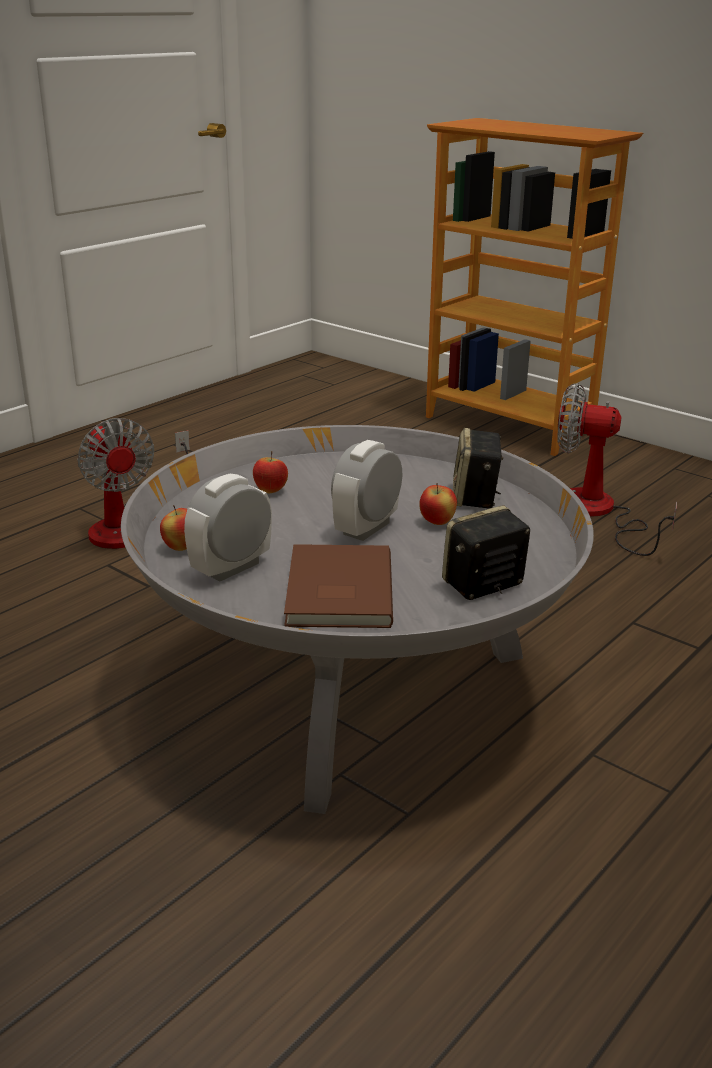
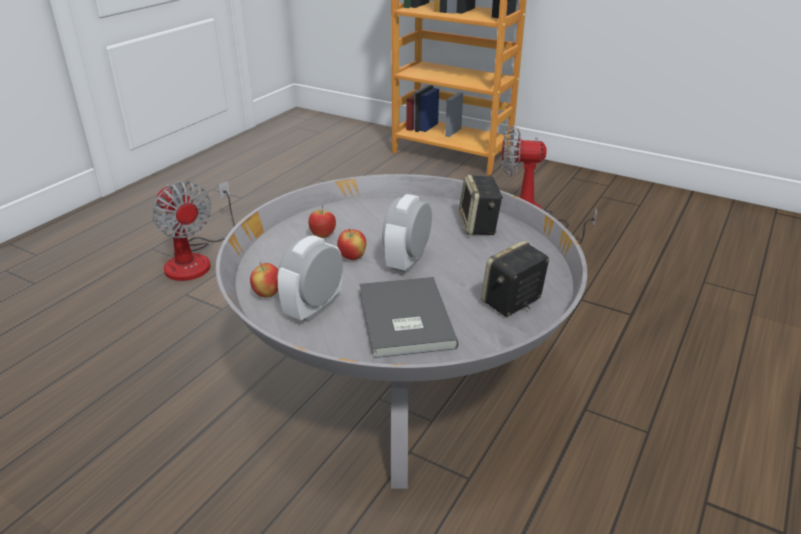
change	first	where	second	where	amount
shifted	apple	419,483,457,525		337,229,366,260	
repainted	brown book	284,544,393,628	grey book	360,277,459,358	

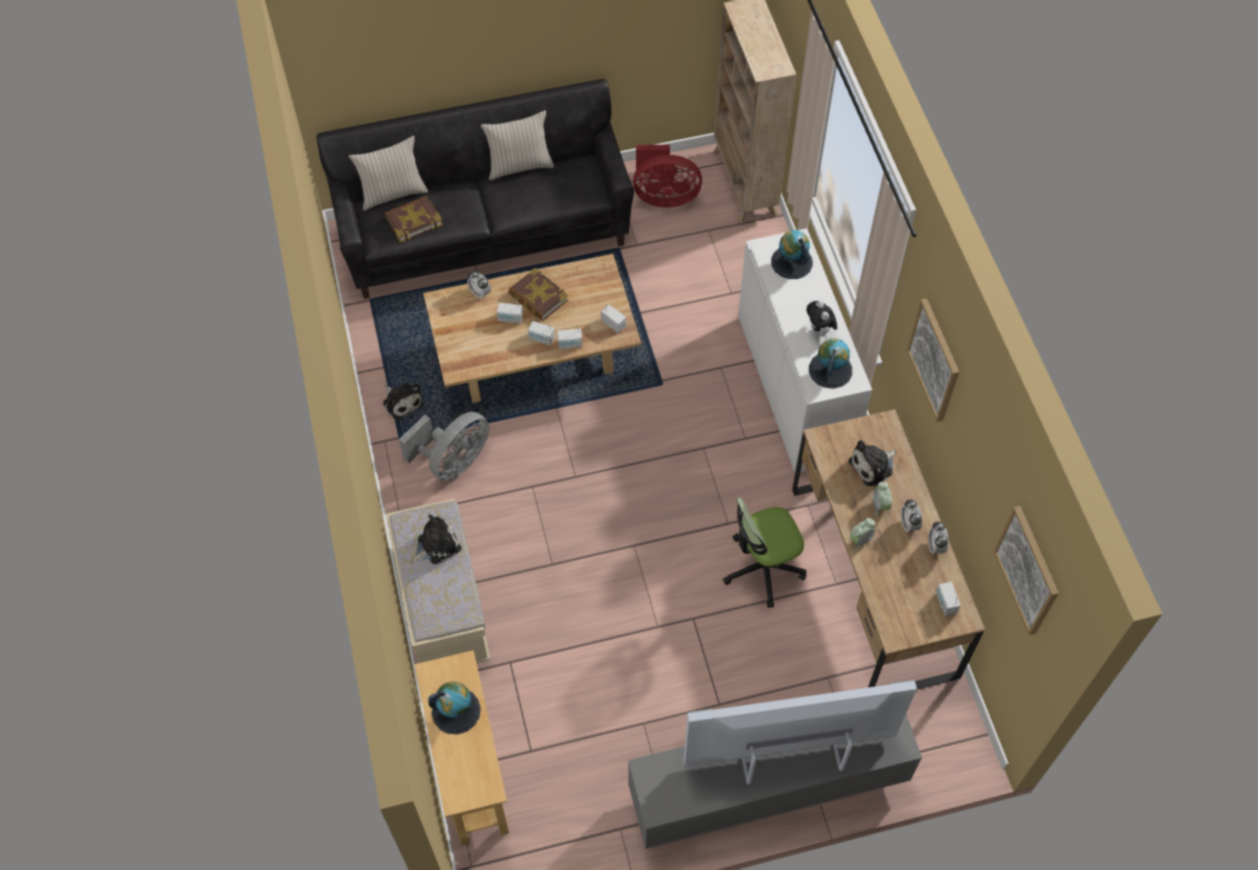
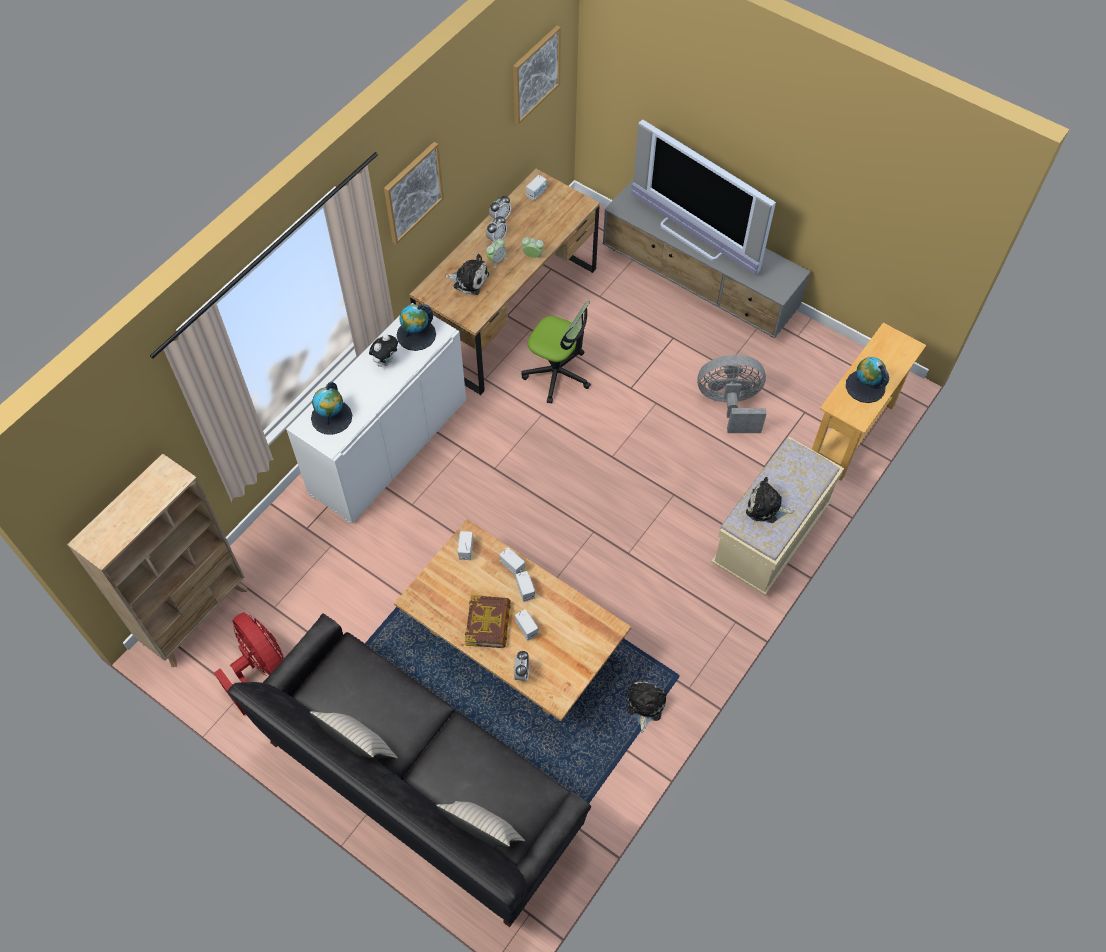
change	first	where	second	where	amount
gone	book	385,196,443,243			
shifted	grey fan	399,412,489,481		697,355,767,433	

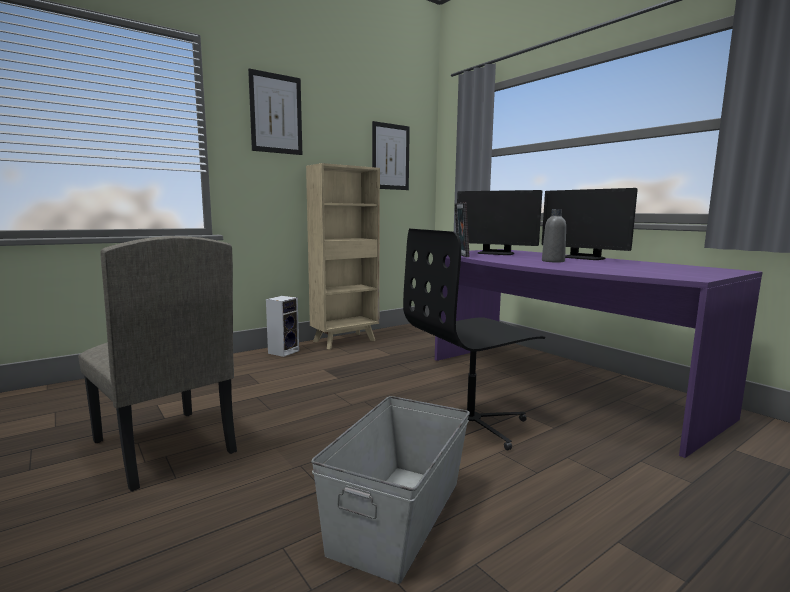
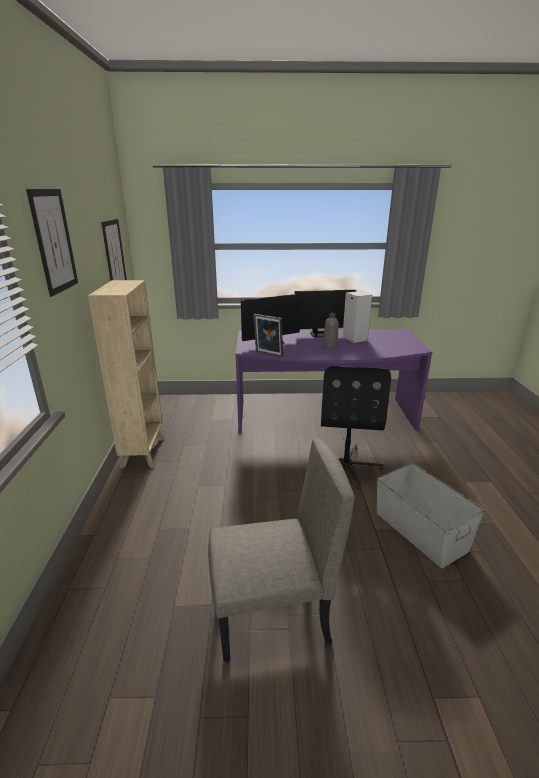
change	first	where	second	where	amount
shifted	speaker	266,296,299,357		342,291,372,343	

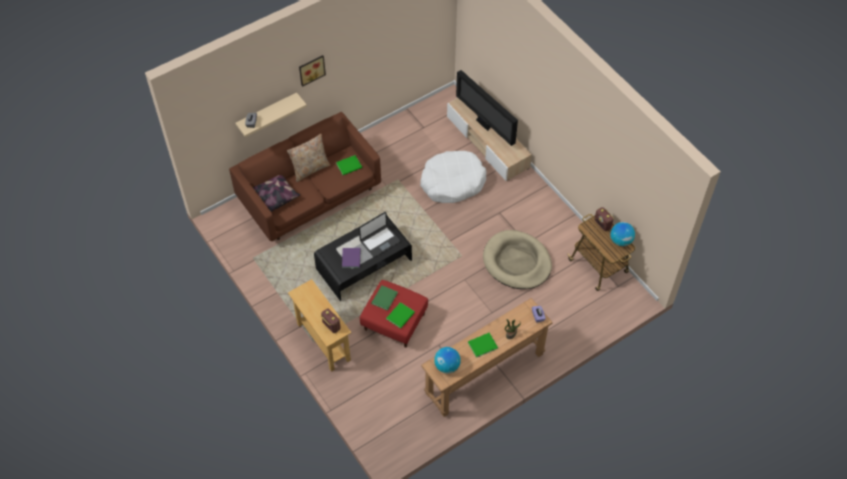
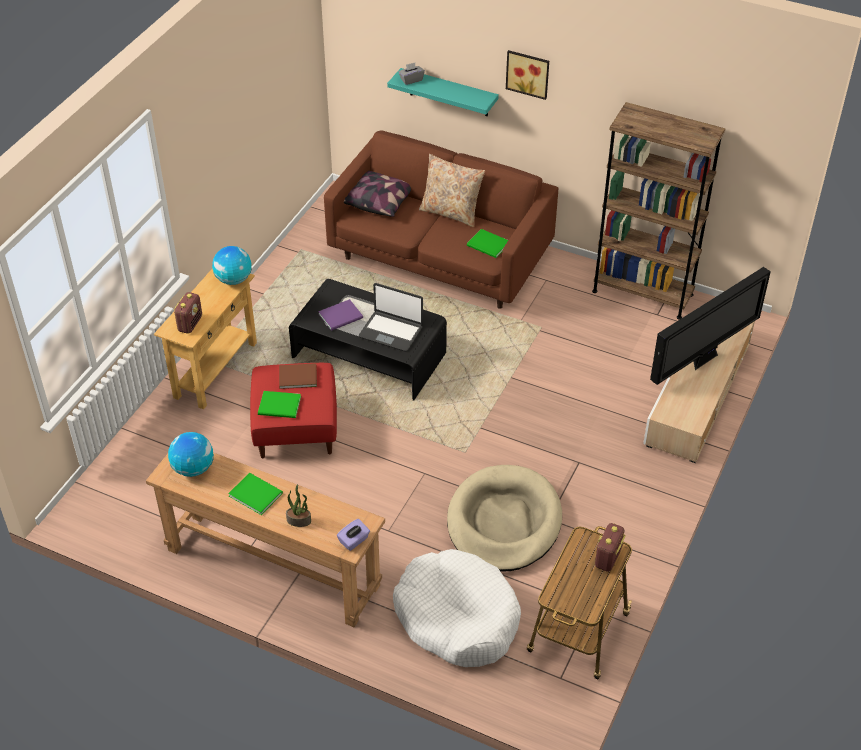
change	first	where	second	where	amount
new			brown bookcase	592,102,725,320	
shifted	white dog bed	420,151,487,203		393,549,521,667	
shifted	globe	610,222,635,246		212,246,252,285	
repainted	beige shelf	236,92,307,137	turquoise shelf	387,68,499,116	
repainted	green book	371,285,398,311	brown book	279,363,317,389	
rotated	television	456,70,518,146		650,267,771,385	150 degrees counterclockwise

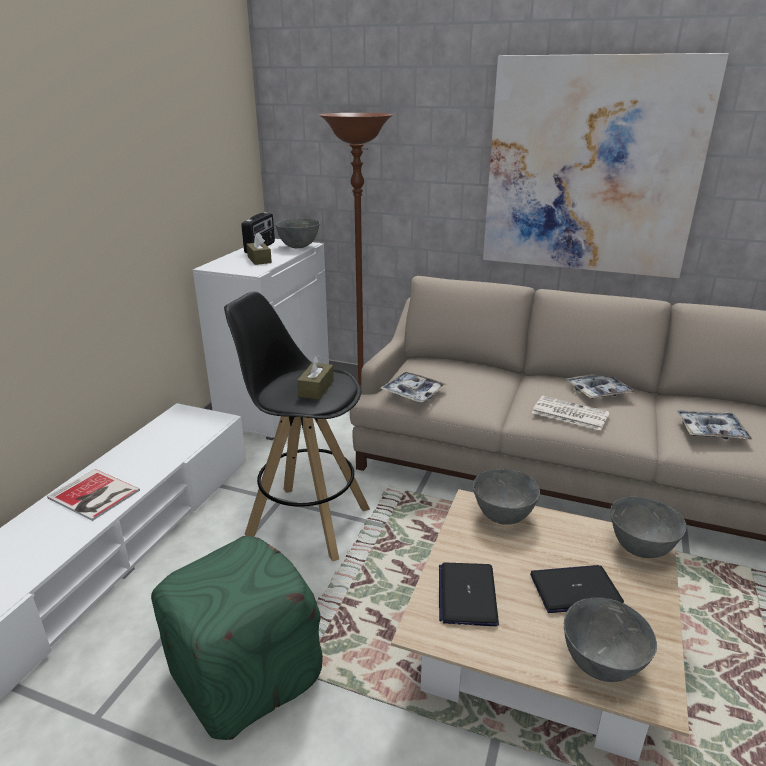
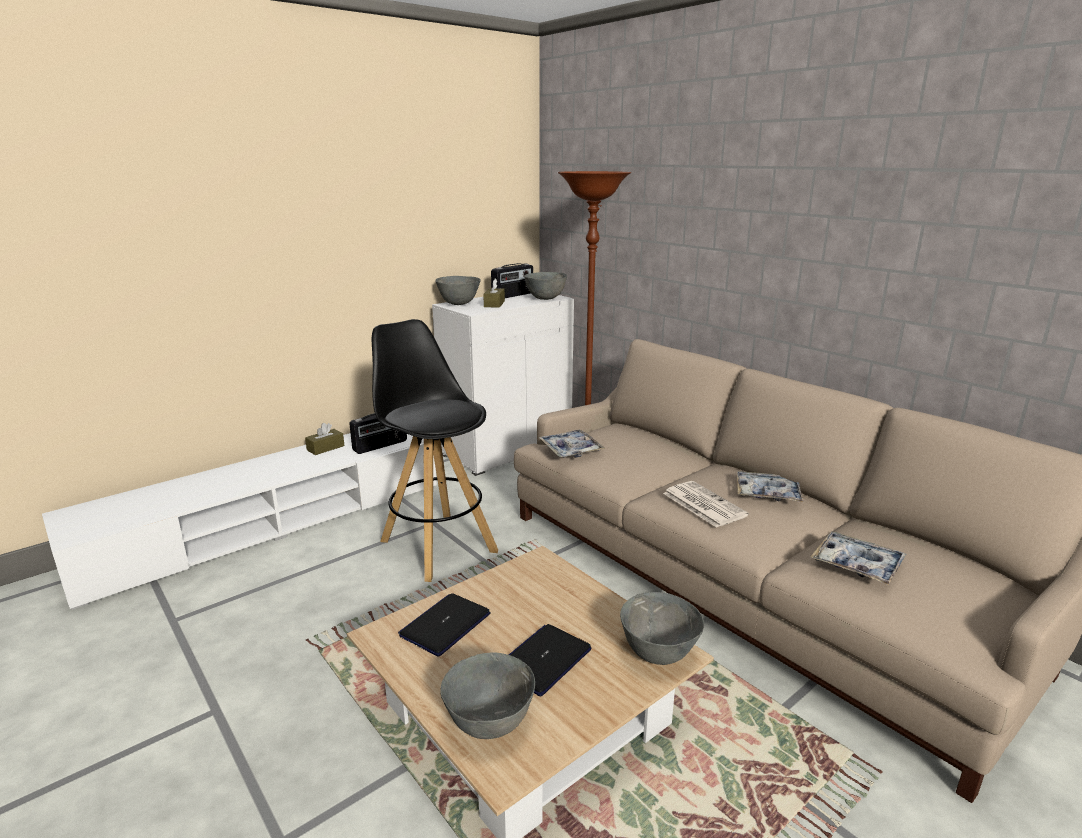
change	first	where	second	where	amount
gone	book	47,469,140,521			
gone	green ottoman	151,536,323,740			
gone	picture	483,53,729,278			
new			radio	349,413,407,454	
shifted	brown tissue box	297,355,334,400		305,423,345,455	
shifted	grey bowl	473,469,540,525		435,276,481,305	
rotated	laptop	530,565,624,613		509,624,592,696	75 degrees counterclockwise

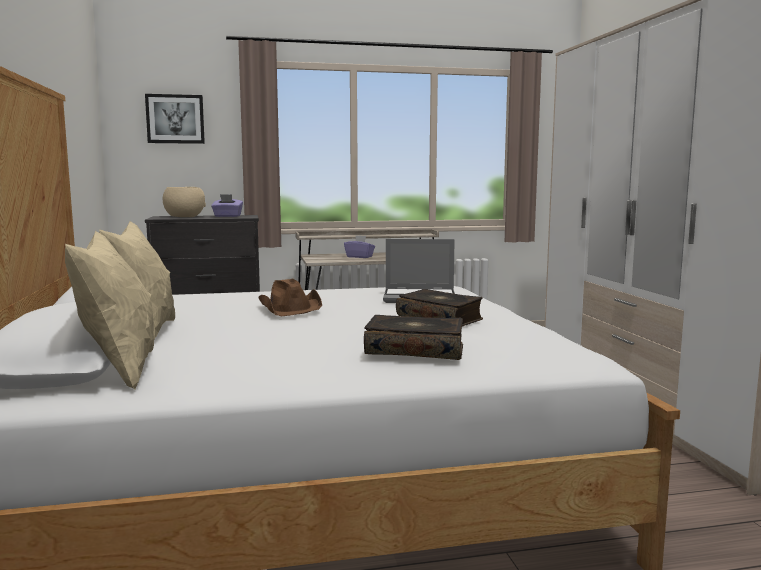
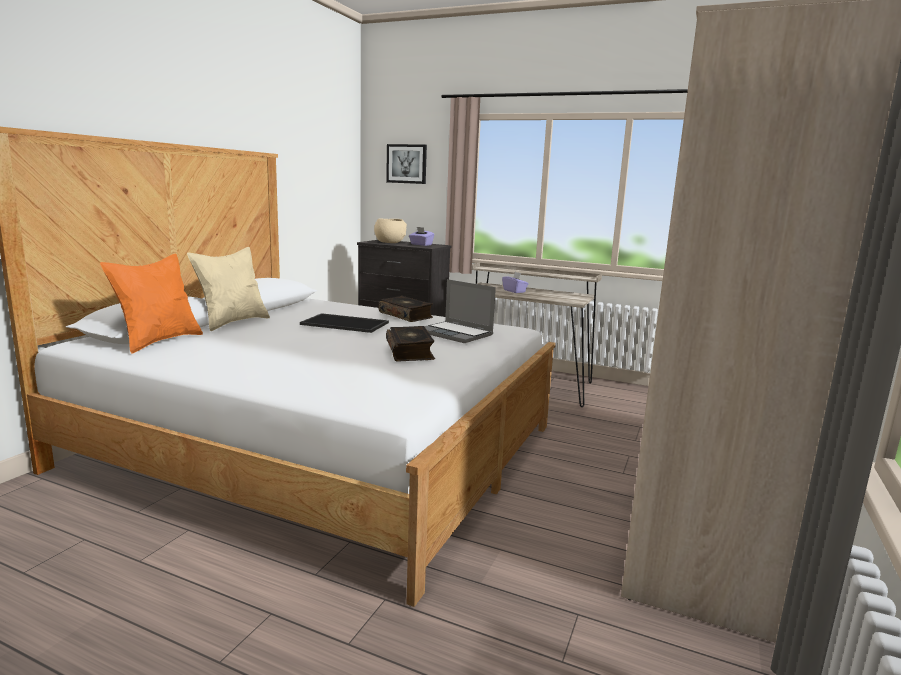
change	first	where	second	where	amount
shifted	book	364,315,463,360		378,296,433,322	
swapped	brown hat	258,279,322,316	tray	300,313,389,333	
repainted	beige pillow	65,231,154,390	orange pillow	100,254,203,354	

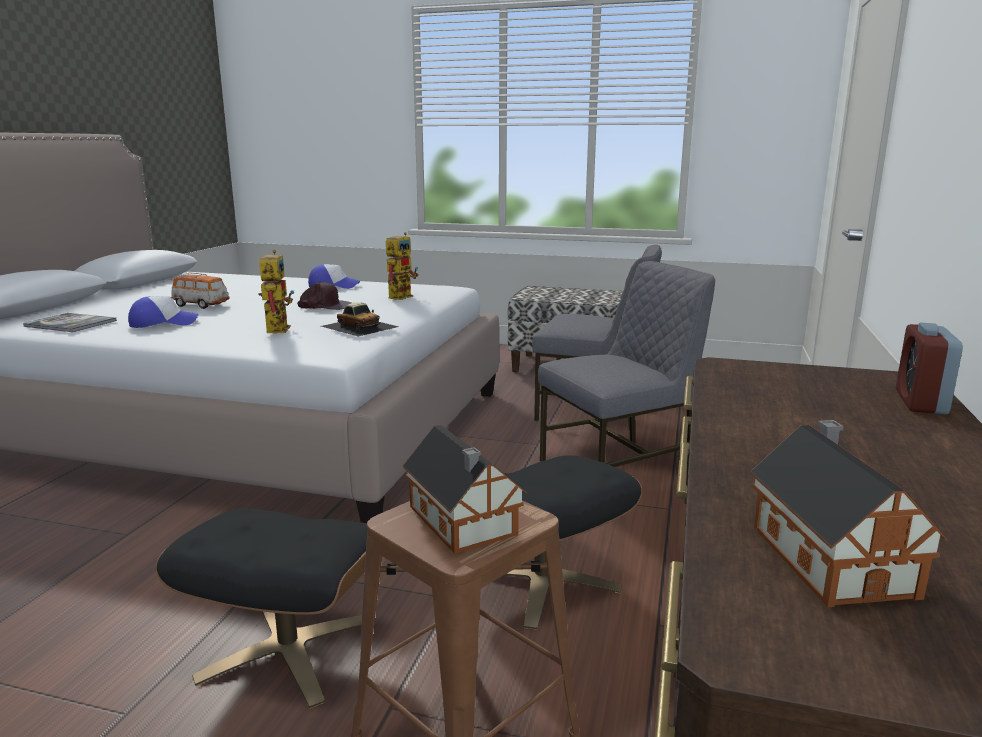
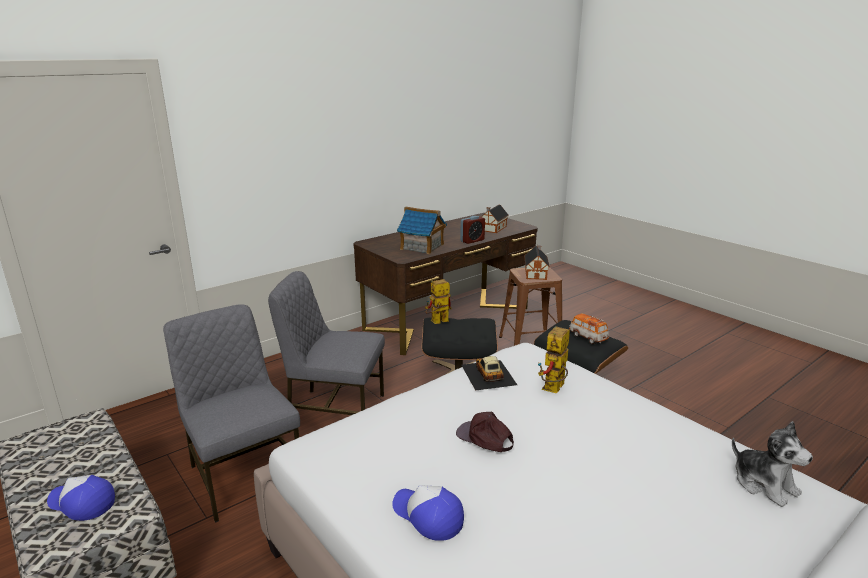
change	first	where	second	where	amount
new			toy house	397,207,447,254	
shifted	cap	128,296,199,328		47,475,115,521	
shifted	toy car	171,272,229,309		569,314,609,345	
shifted	toy robot	386,232,419,300		425,279,452,324	
shifted	alarm clock	896,322,963,415		460,216,485,244	
swapped	book	23,313,117,332	plush toy	732,421,813,507	

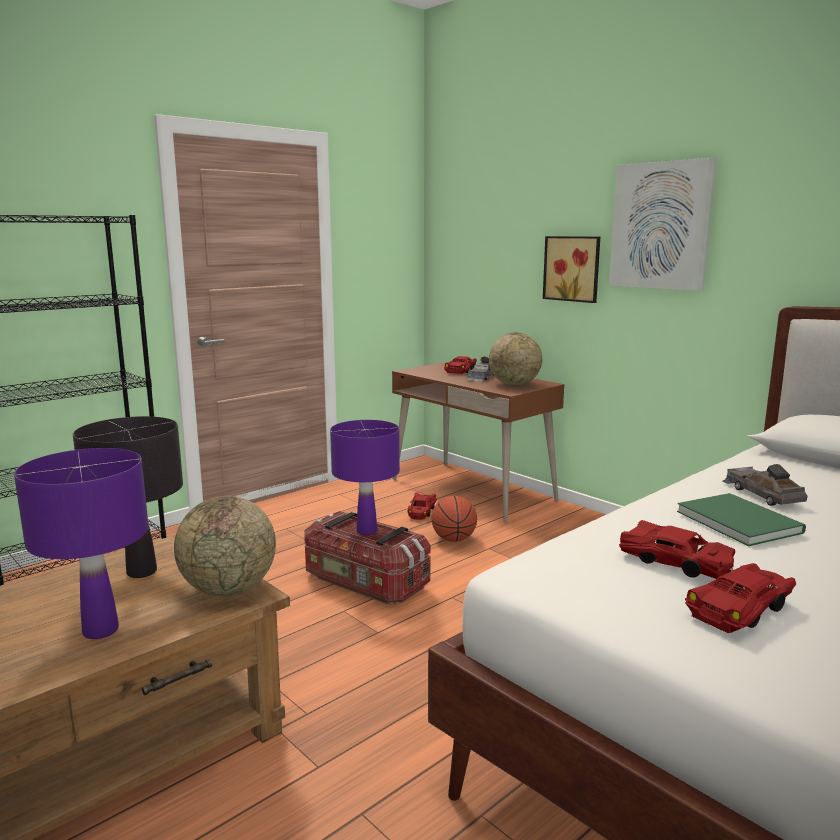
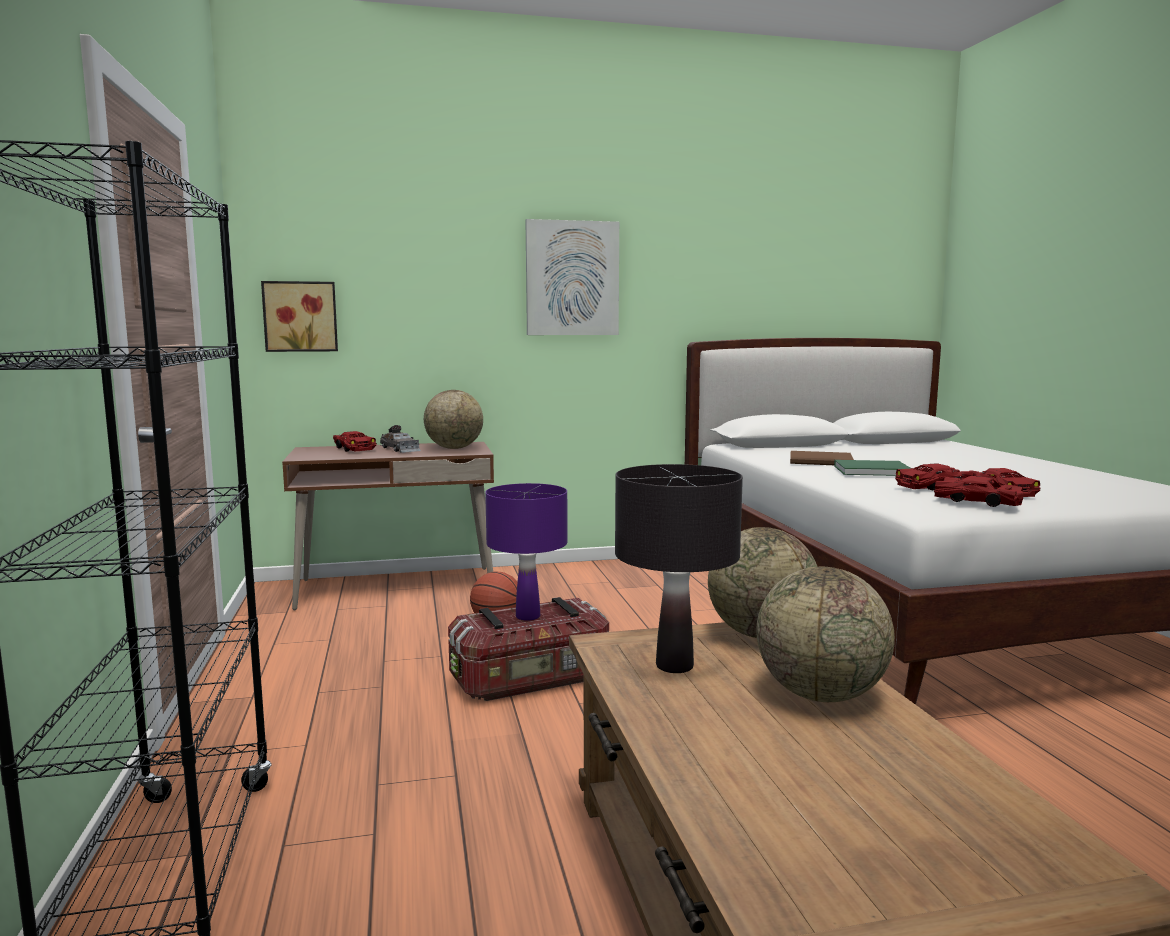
change	first	where	second	where	amount
shifted	red toy car	407,493,437,520		934,476,1024,507	
shifted	picture	543,236,600,303		261,281,338,352	
swapped	purple table lamp	14,448,149,639	globe	756,567,895,702	
swapped	grey toy car	722,464,808,506	brown book	790,451,854,465	

